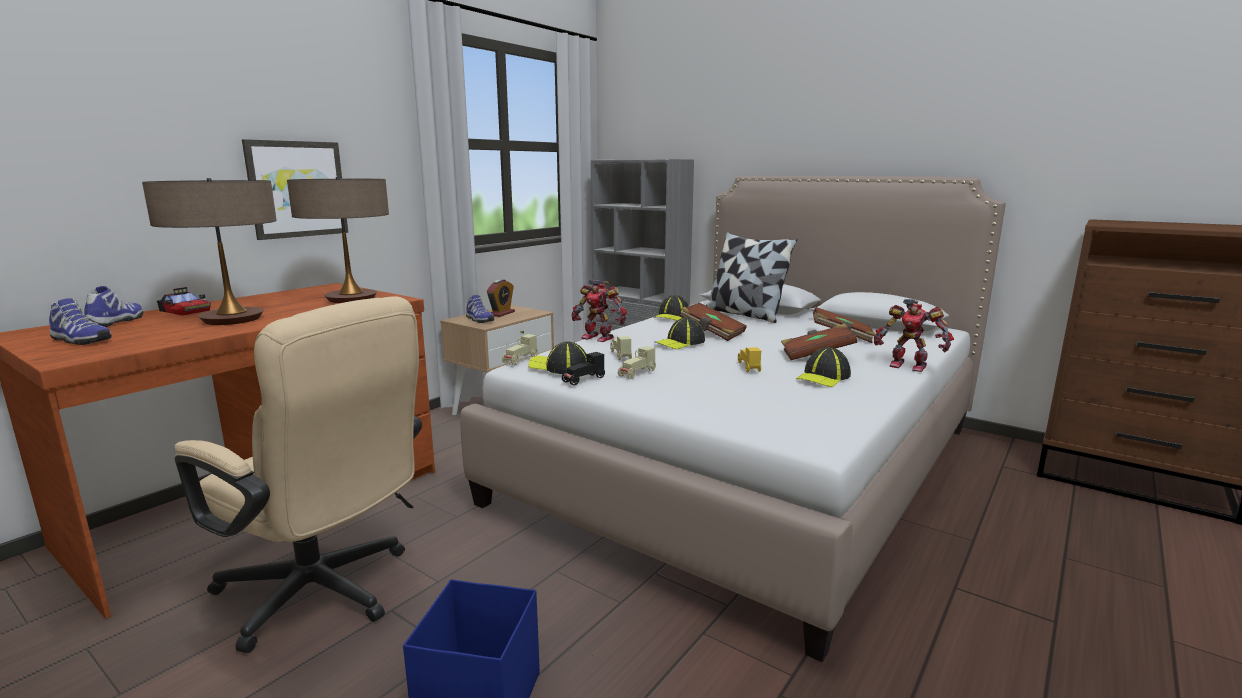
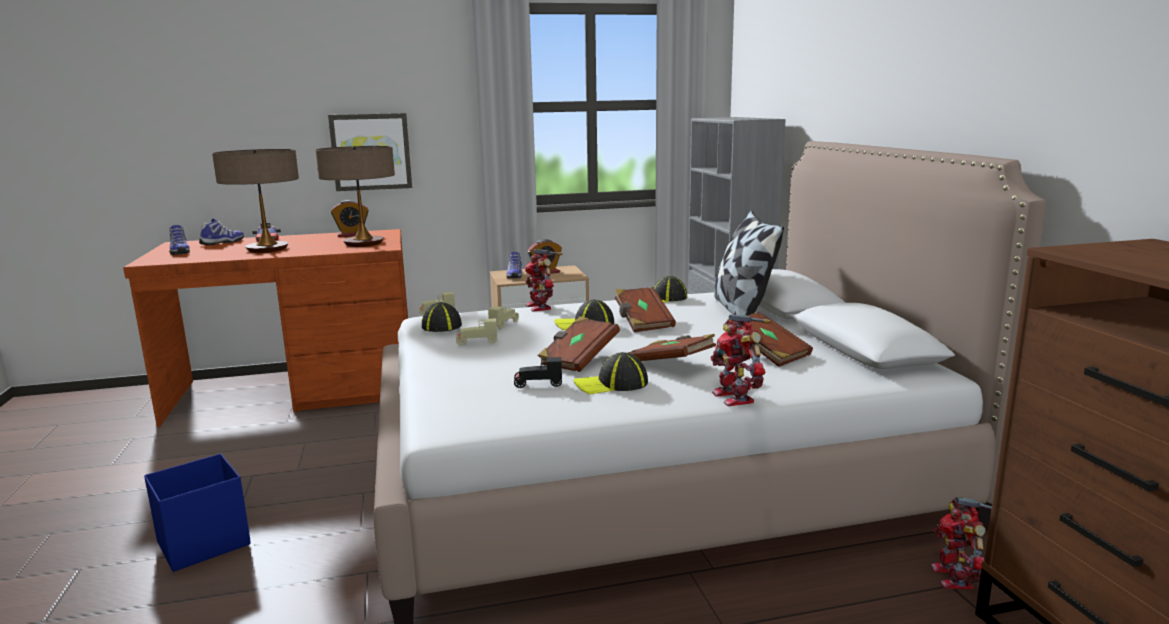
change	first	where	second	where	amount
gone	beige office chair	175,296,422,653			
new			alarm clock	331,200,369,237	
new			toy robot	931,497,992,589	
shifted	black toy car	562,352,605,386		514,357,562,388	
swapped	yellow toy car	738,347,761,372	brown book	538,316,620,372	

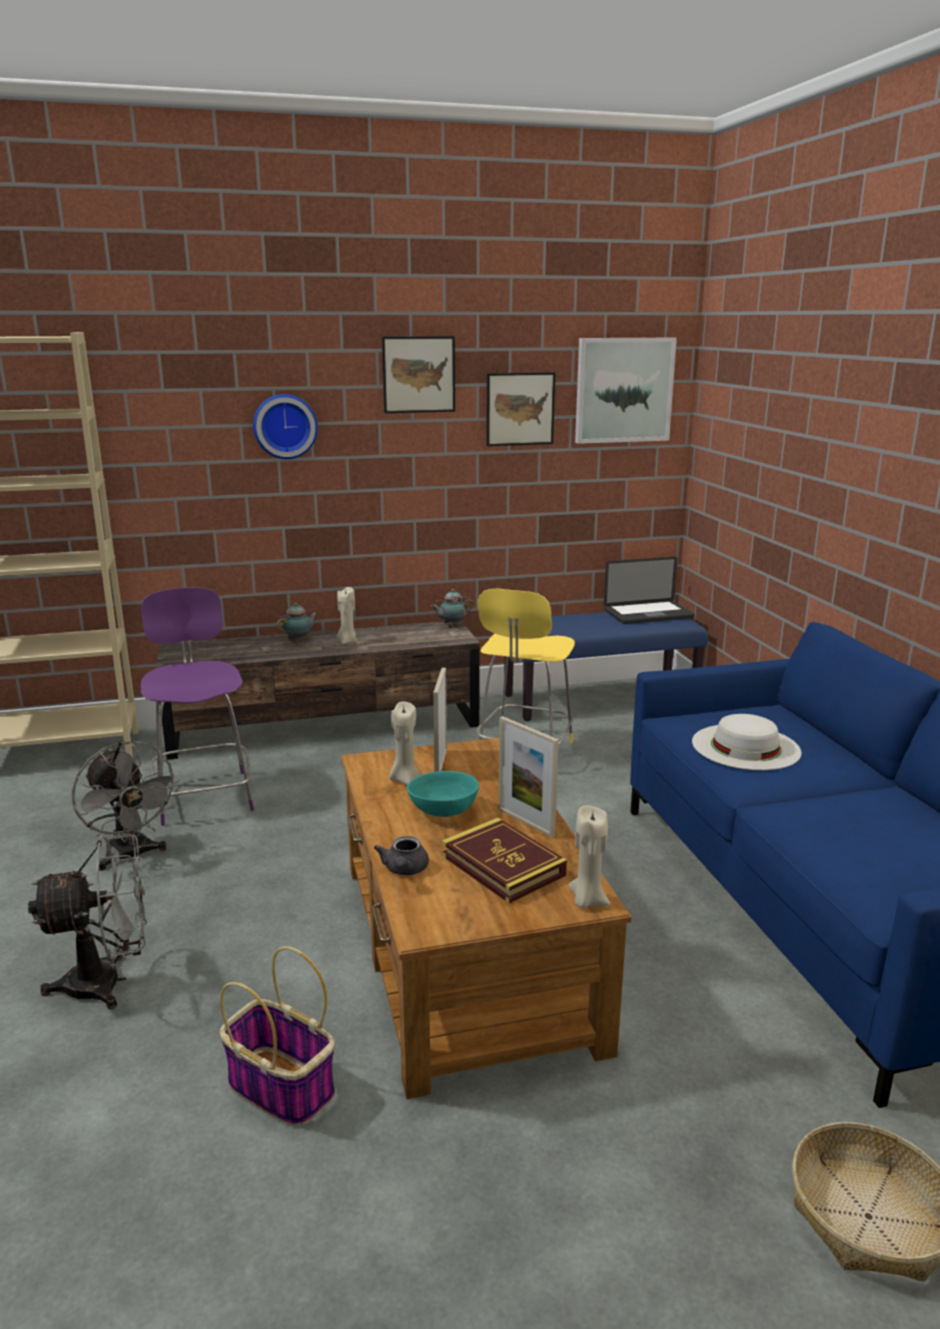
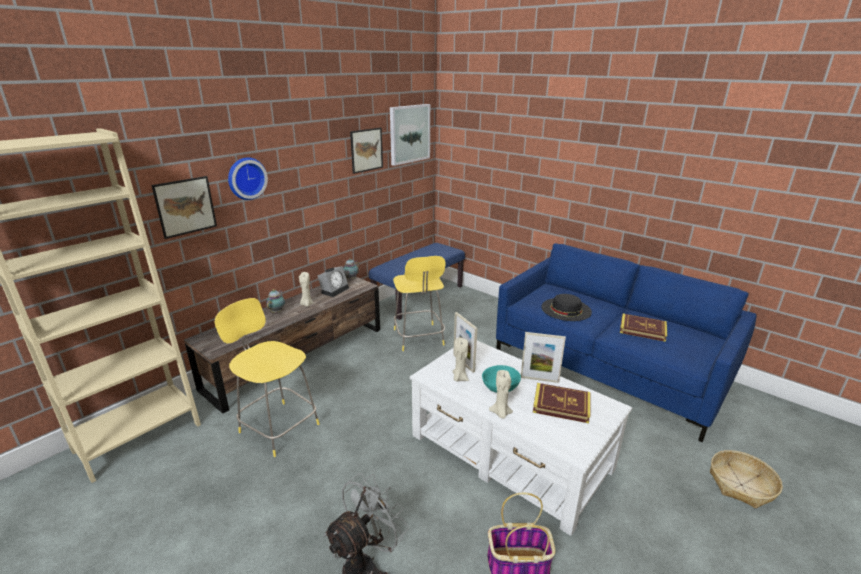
change	first	where	second	where	amount
gone	grey fan	72,741,179,871			
gone	grey teapot	374,836,429,875			
gone	laptop	604,557,695,624			
new			alarm clock	318,266,349,297	
new			book	620,314,667,342	
shifted	picture	382,336,455,413		151,176,217,239	
shifted	beige candle	569,805,610,908		489,370,513,419	
repainted	purple stool	141,587,254,826	yellow stool	215,298,319,457	
repainted	brown coffee table	342,738,632,1099	white coffee table	410,341,633,536	
repainted	white hat	692,714,801,770	black hat	541,294,592,321	

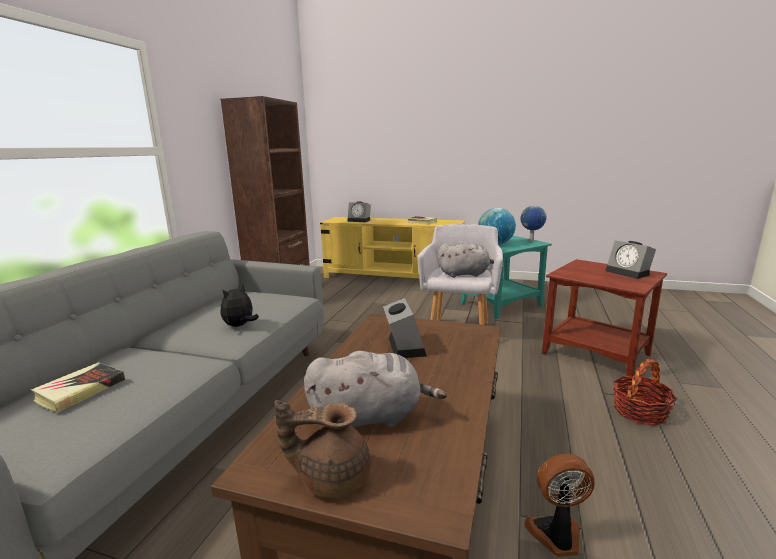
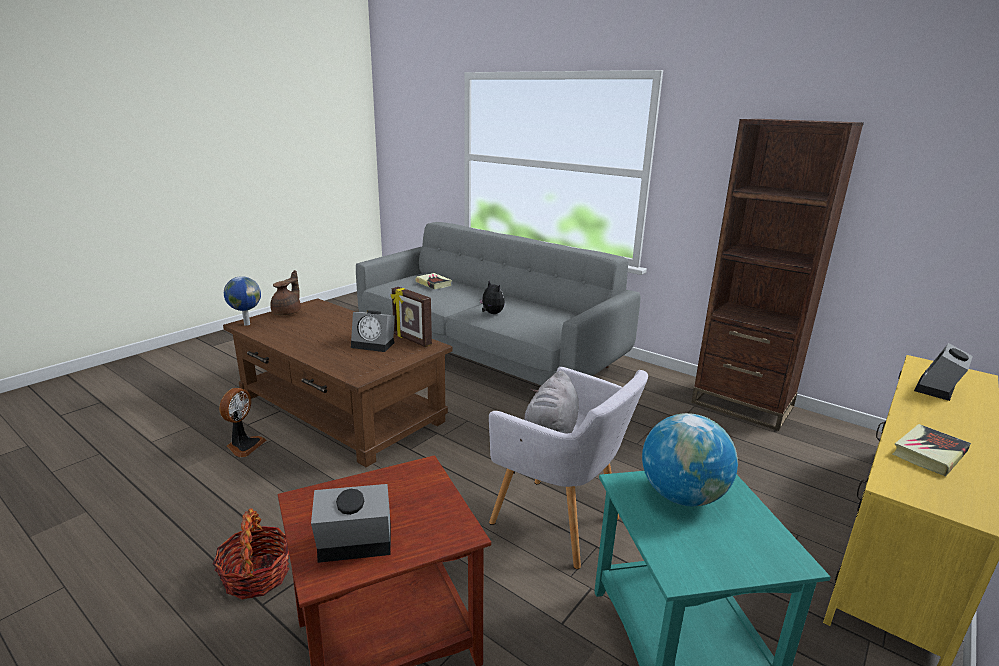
change	first	where	second	where	amount
gone	grey plush toy	304,351,447,427			
new			picture frame	391,287,432,347	
shifted	globe	521,206,546,242		224,276,261,326	

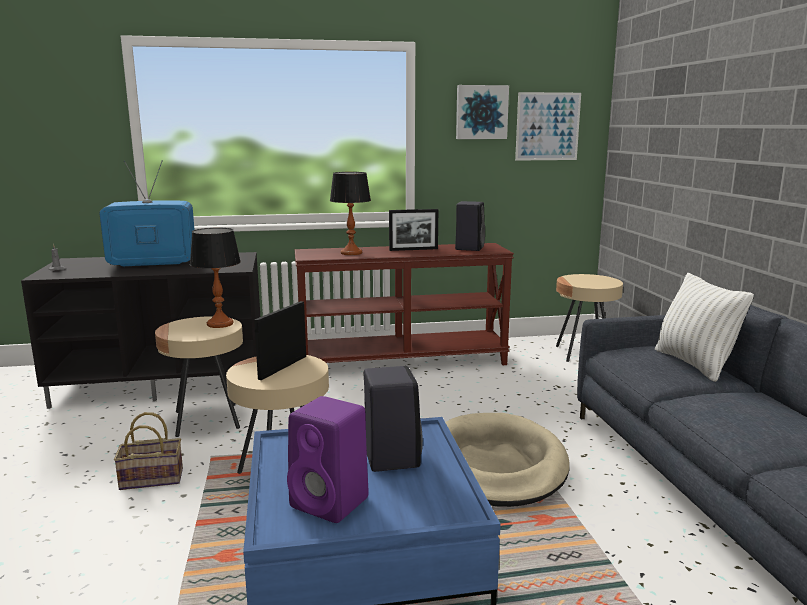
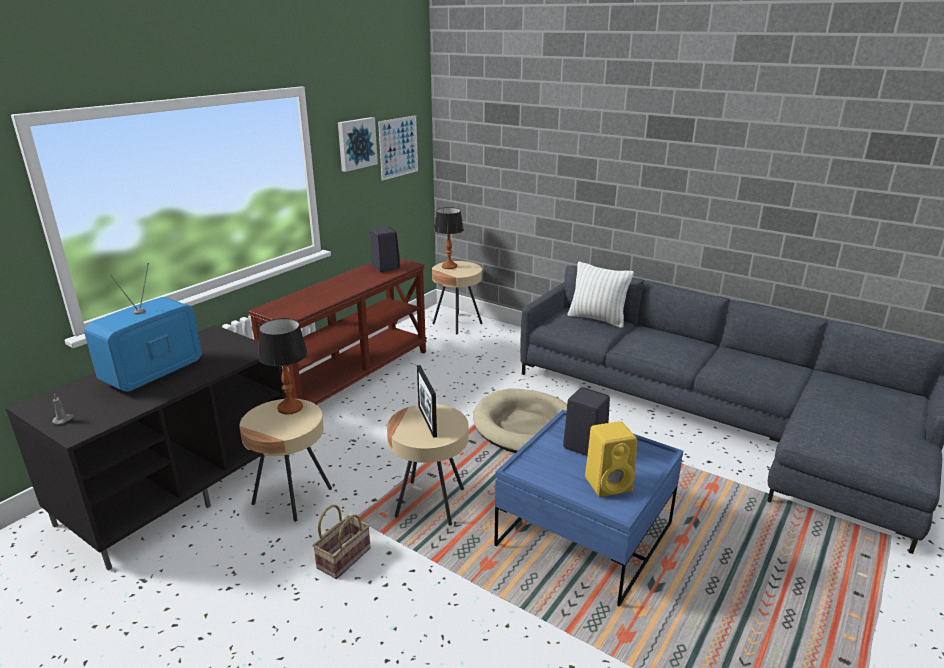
change	first	where	second	where	amount
gone	picture frame	389,209,438,251			
shifted	table lamp	330,172,371,255		434,207,464,269	
repainted	purple speaker	287,396,369,523	yellow speaker	585,421,637,497	

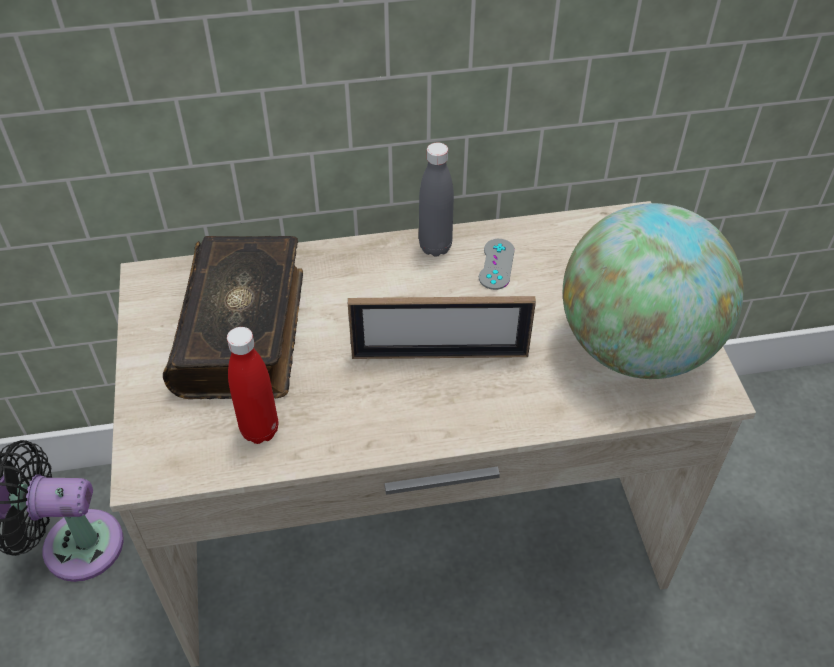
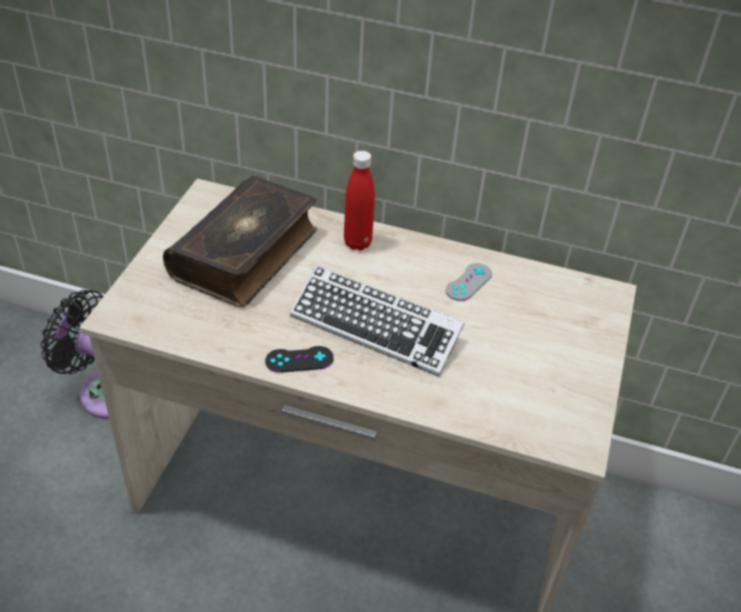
change	first	where	second	where	amount
gone	grey bottle	419,143,454,257			
gone	globe	563,203,744,379			
new			black game controller	265,346,334,373	
shifted	red bottle	227,327,278,444		344,151,375,251	
swapped	picture frame	348,296,536,359	keyboard	290,266,464,377	

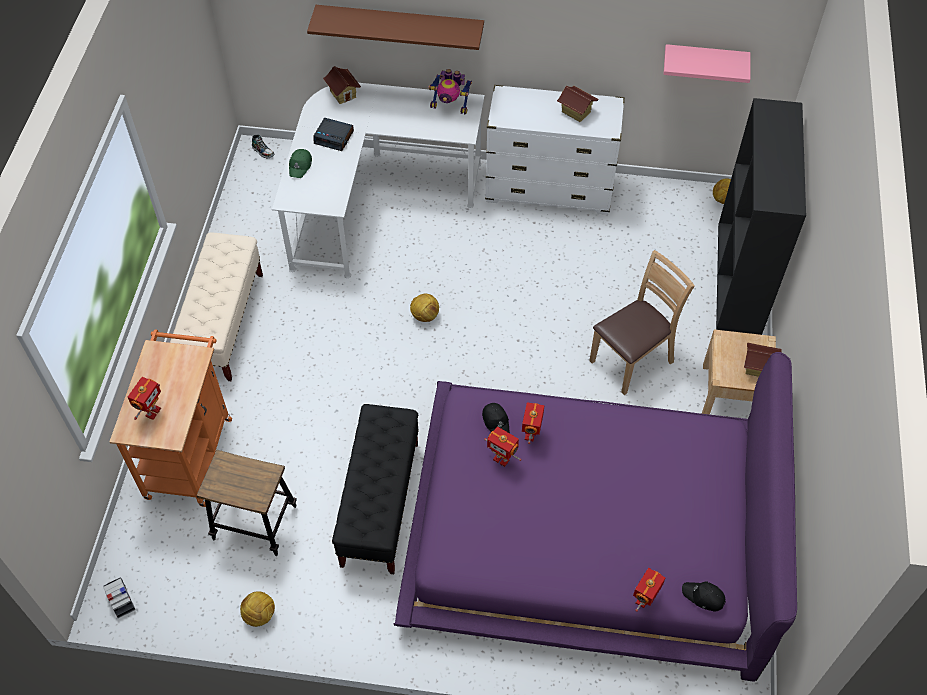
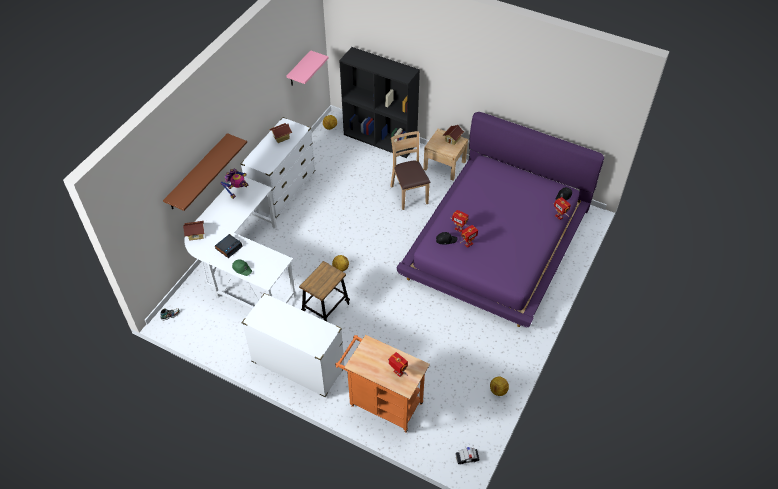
change	first	where	second	where	amount
gone	black bench	332,404,419,574			
shifted	stool	196,450,297,556		299,261,350,321	
swapped	beige bench	170,233,263,381	white dresser	241,293,344,398	

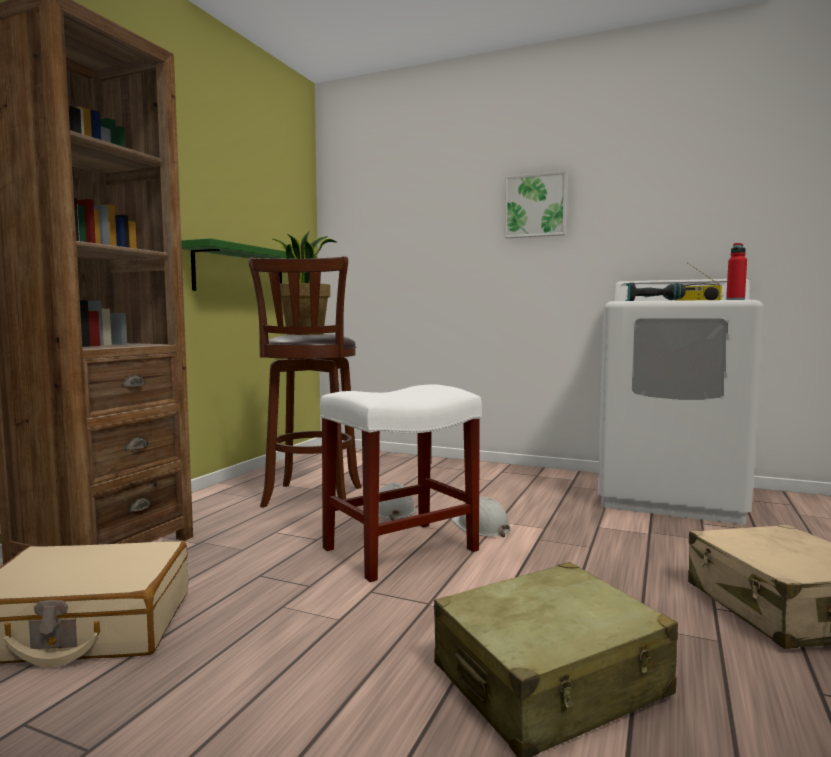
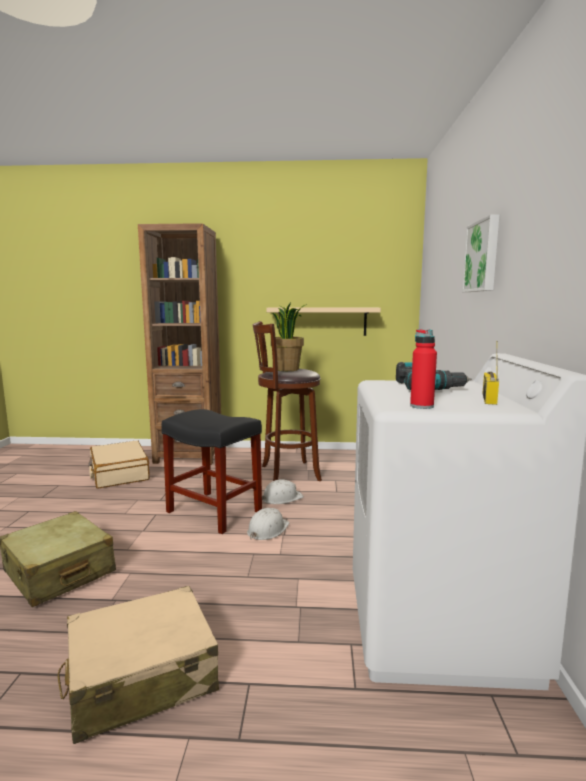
change	first	where	second	where	amount
repainted	green shelf	181,238,317,291	beige shelf	267,308,381,336	
repainted	white stool	320,385,482,582	black stool	161,409,262,534	

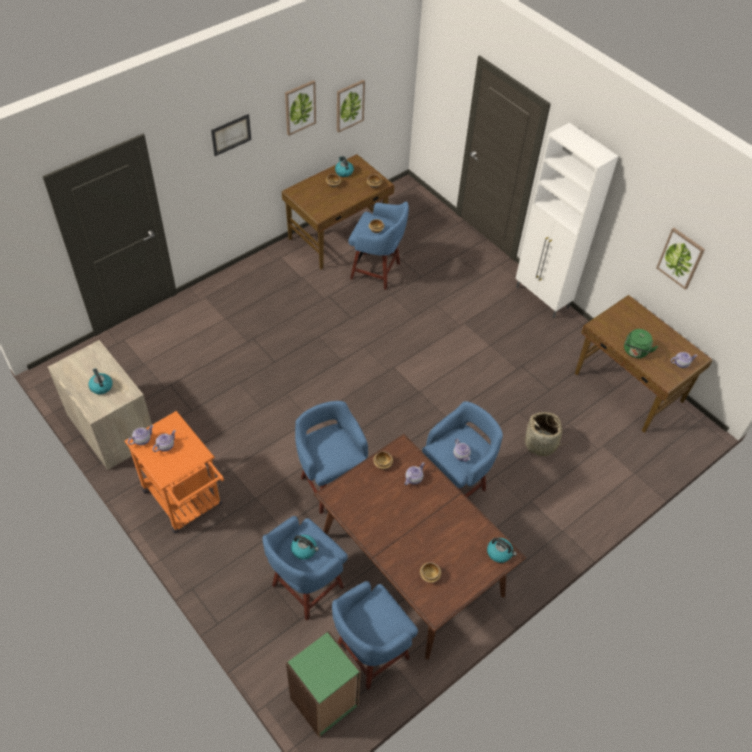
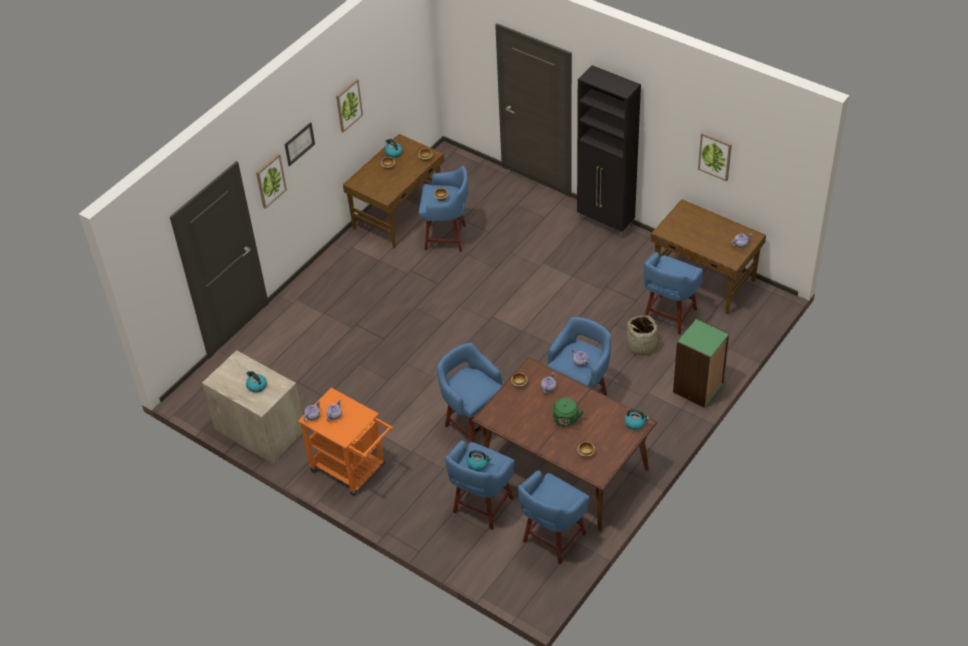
change	first	where	second	where	amount
new			blue stool	643,252,703,335	
shifted	green bookcase	286,631,361,737		673,318,730,408	
shifted	picture	337,80,365,133		256,154,287,209	
shifted	green kettle	624,329,658,358		552,398,584,426	
repainted	white cabinet	515,123,618,318	black cabinet	577,65,641,239	

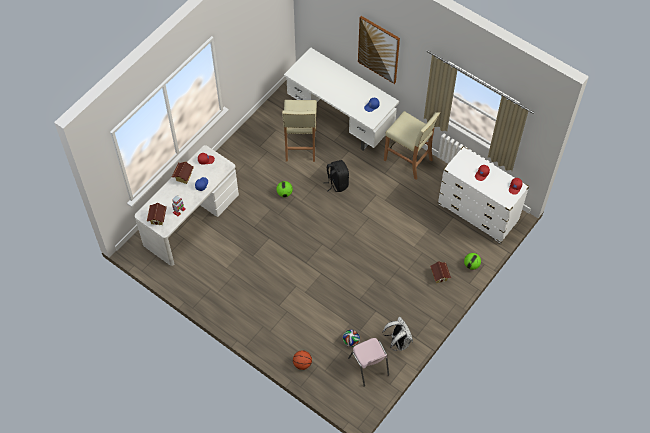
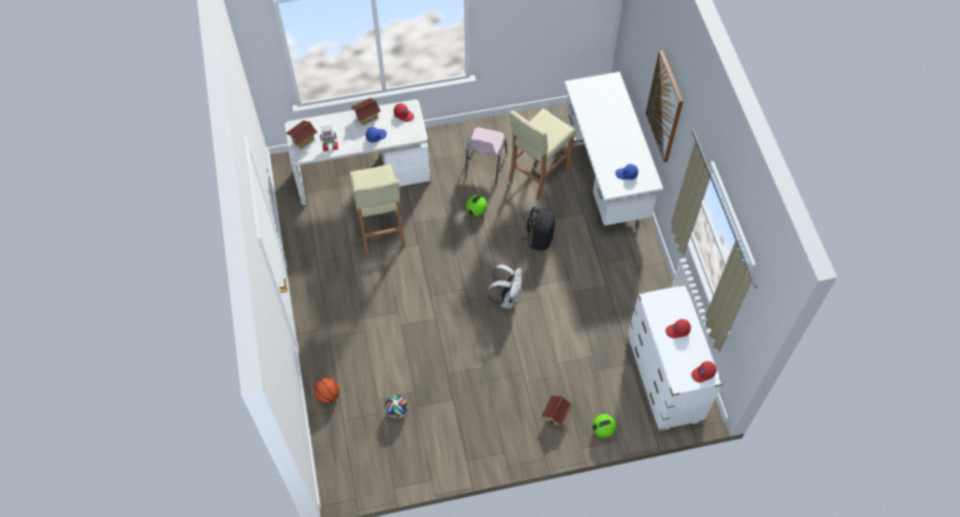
change	first	where	second	where	amount
shifted	pink chair	348,338,389,387		465,128,507,184	
shifted	white backpack	382,317,413,351		487,264,522,309	
shifted	beige stool	384,111,440,180		349,164,405,253	

